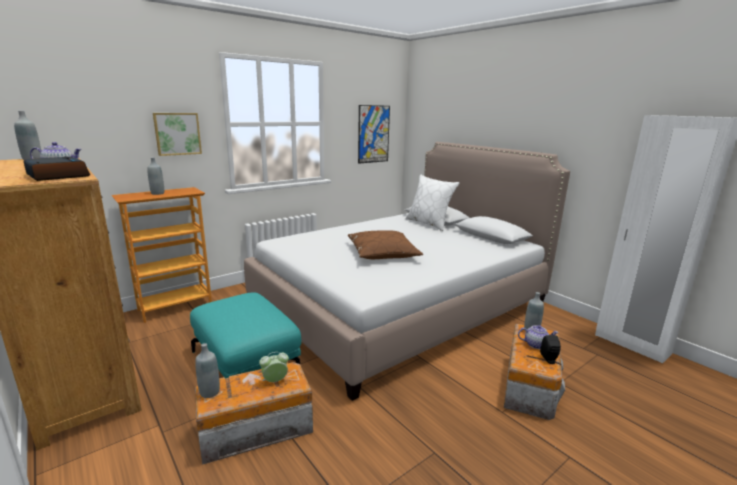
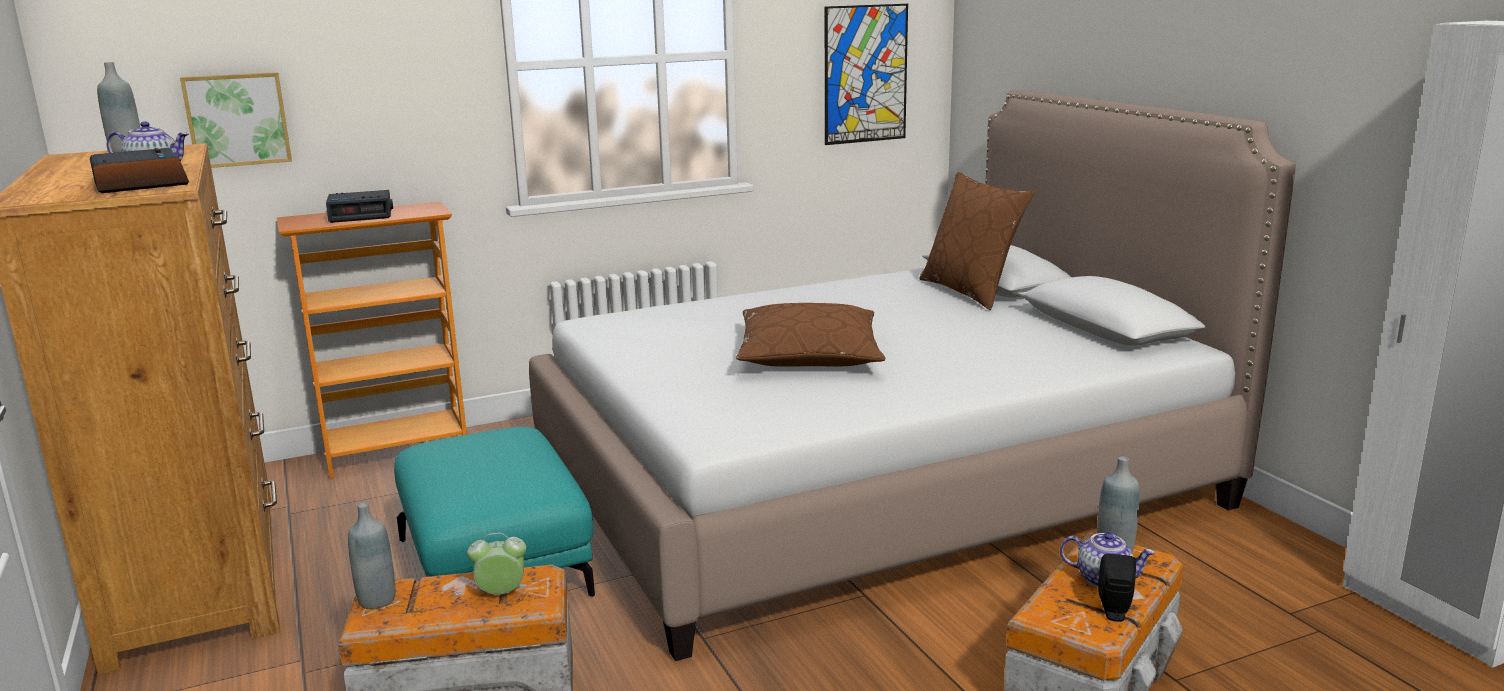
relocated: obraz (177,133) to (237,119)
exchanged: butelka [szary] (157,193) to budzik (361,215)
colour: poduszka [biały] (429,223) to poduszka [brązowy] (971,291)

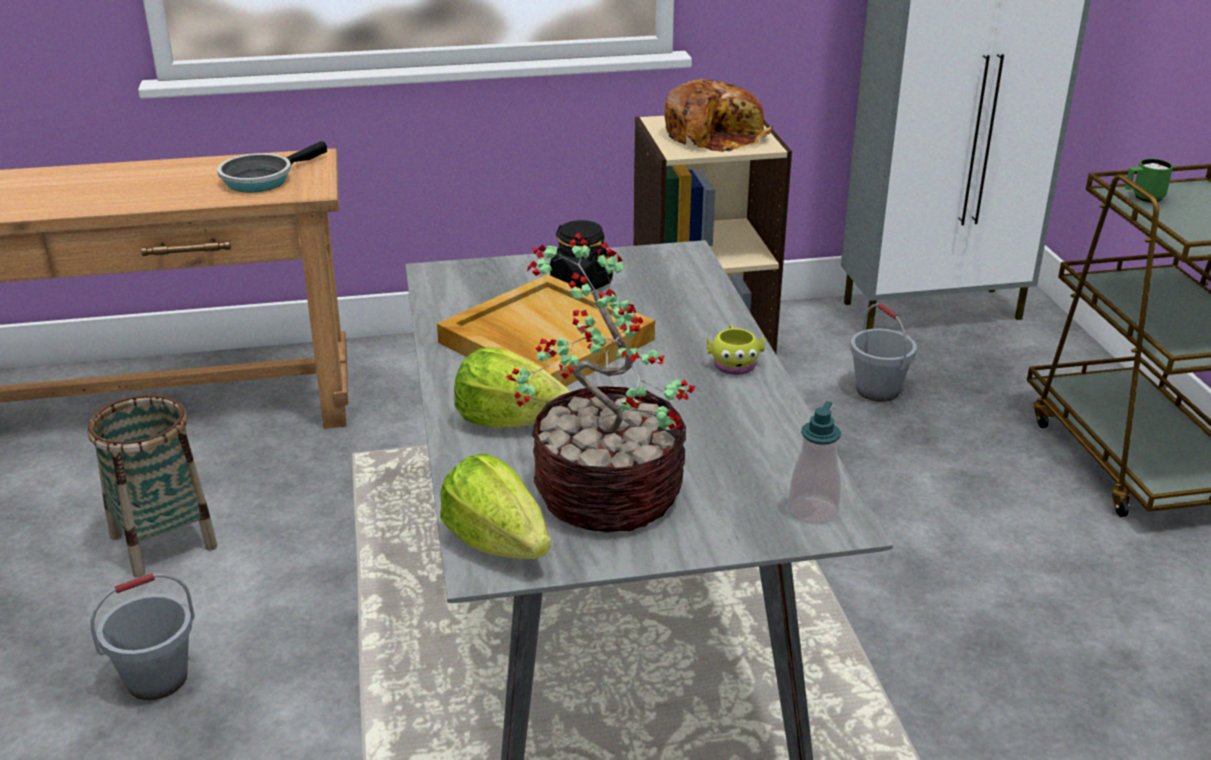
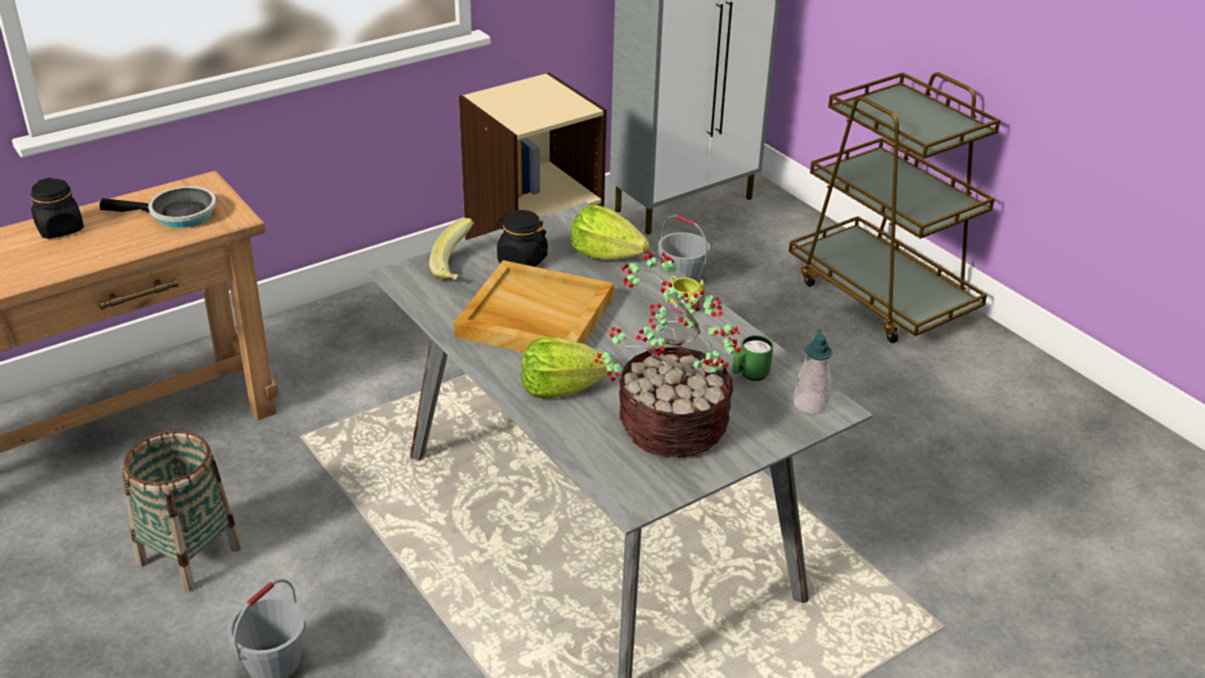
missing: chleb (715,134)
appeared: słoik [czarny] (60,229); banan (457,268)
relocated: sałata (497,542) to (606,255); kubek [zielony] (1143,198) to (749,375)
spun: patelnia (261,179) = (177,215) 105 degrees counterclockwise

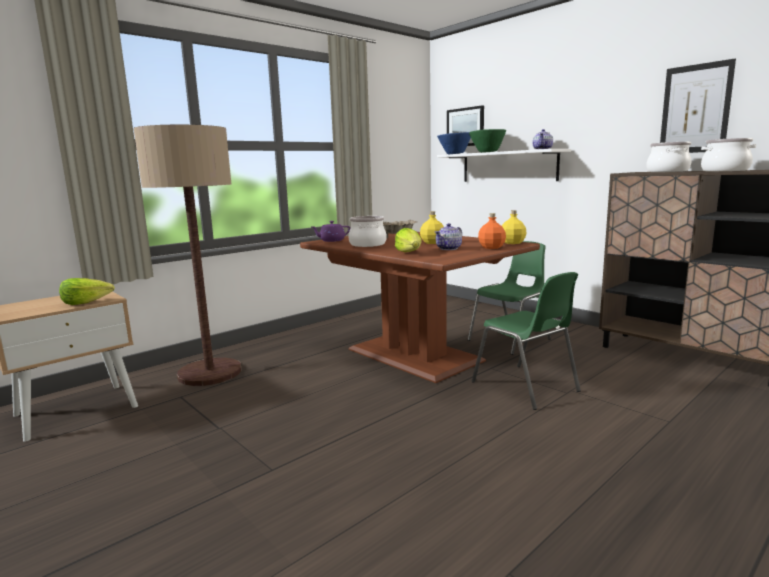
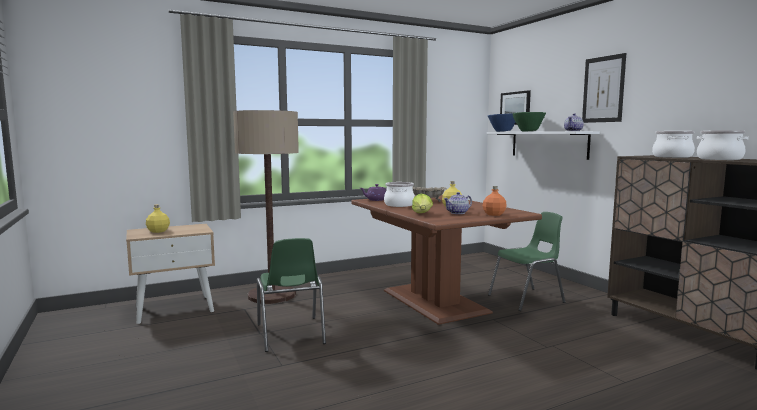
missing: sałata (86,302)
relocated: butelka [żółty] (513,243) to (158,231); krzesło [zielony] (526,387) to (290,334); obraz (695,109) to (603,89)

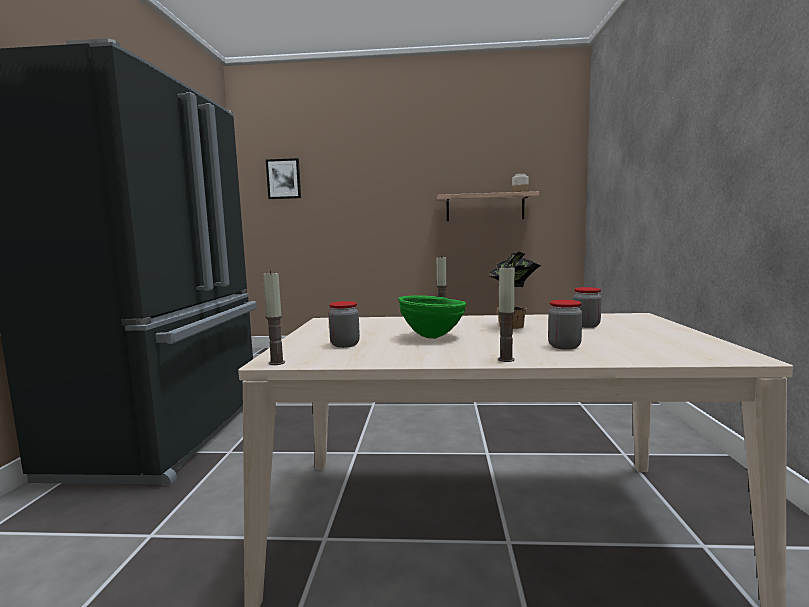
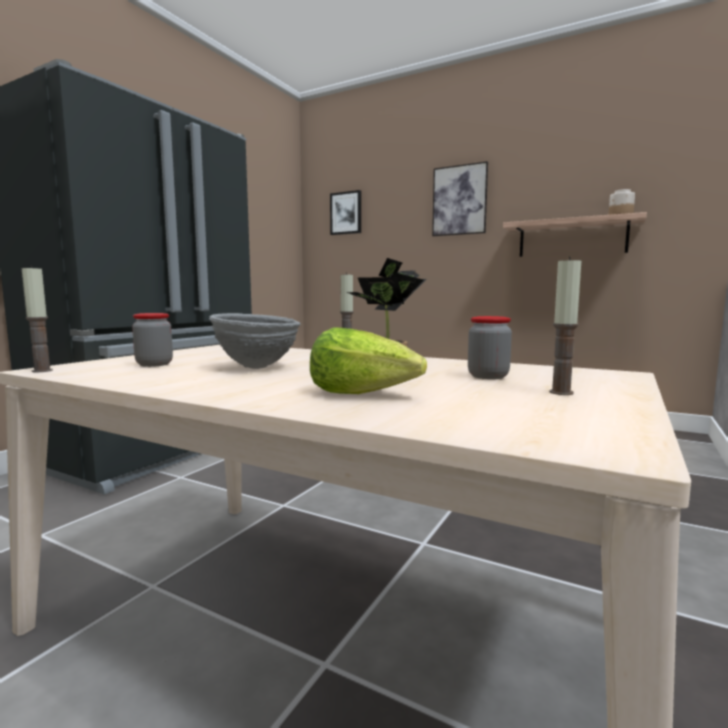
appeared: obraz (459,200)
relocated: świeca (506,359) to (561,392)
exchanged: słoik (564,346) to sałata (363,393)
colour: miska [zielony] (432,337) to miska [szary] (257,367)

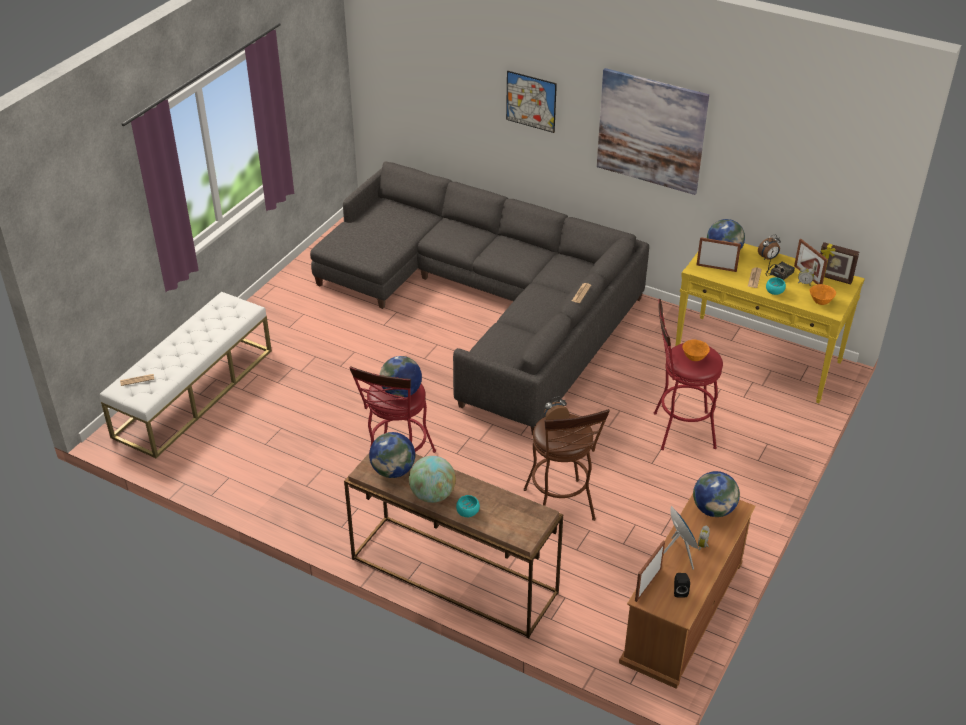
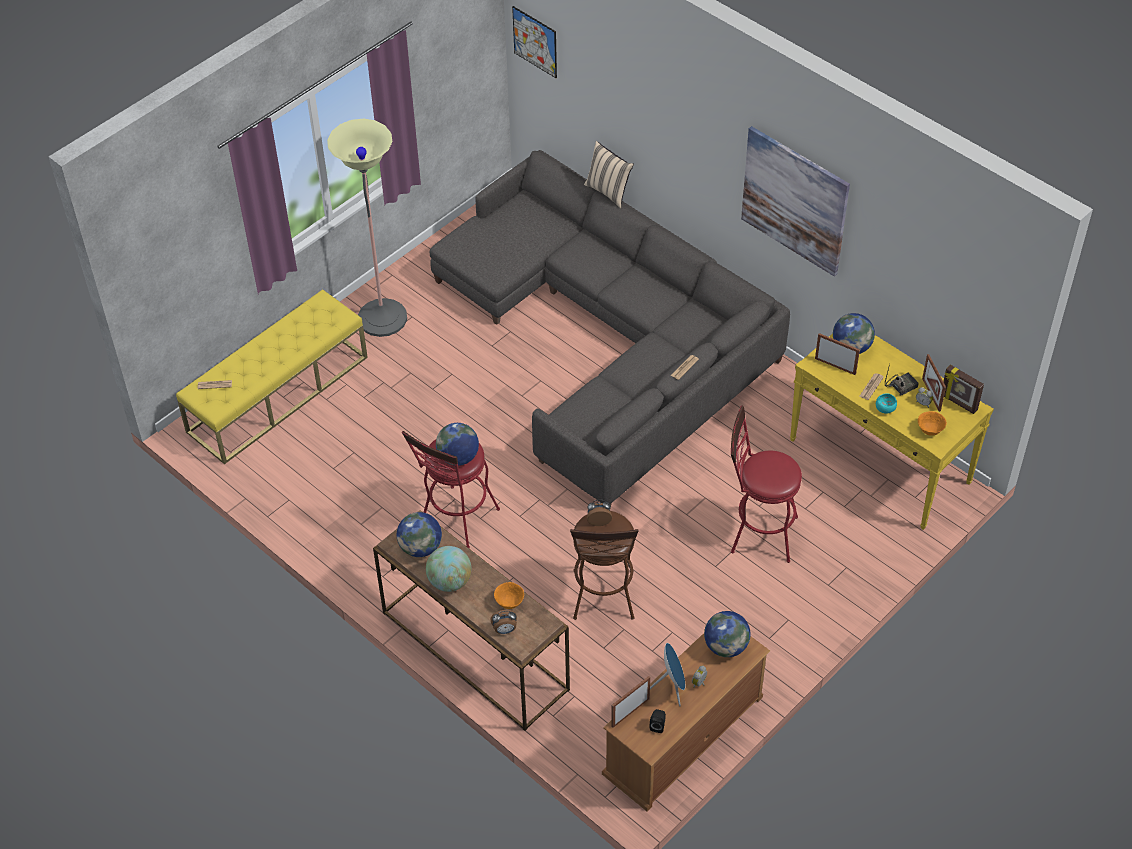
missing: miska [turkusowy] (468,512)
appeared: lampa stojąca (382,318); poduszka [beżowy] (609,191)
relocated: budzik (768,258) to (505,630); miska [pomarańczowy] (694,358) to (509,602); obraz (531,101) to (535,42)
colour: ławka [biały] (194,392) to ławka [żółty] (278,394)

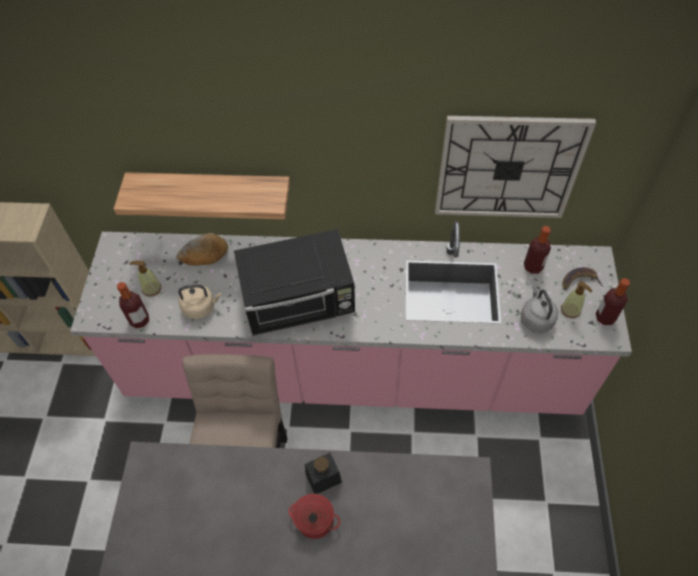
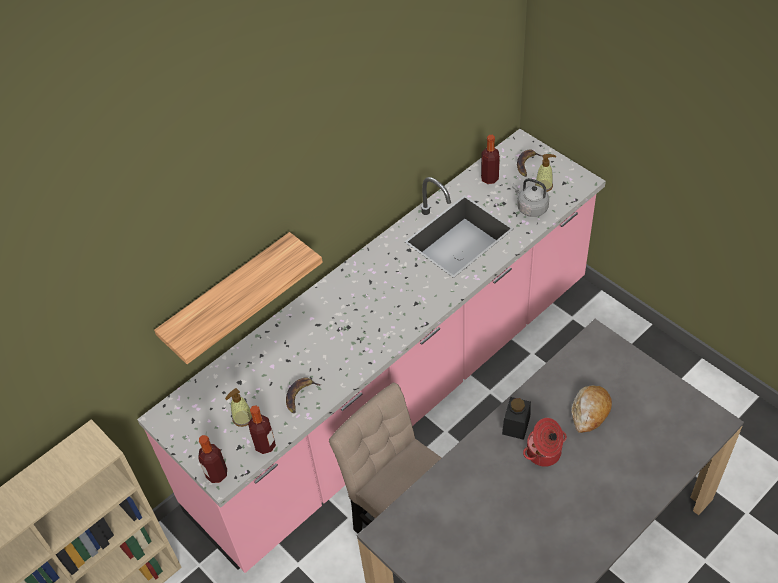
missing: mikrofalówka [czarny] (300,303); zegar ścienny (508,168)
relocated: butelka (605,317) to (217,474); chleb (204,254) to (590,412)
exchanged: czajnik [beżowy] (201,307) to banan (300,395)

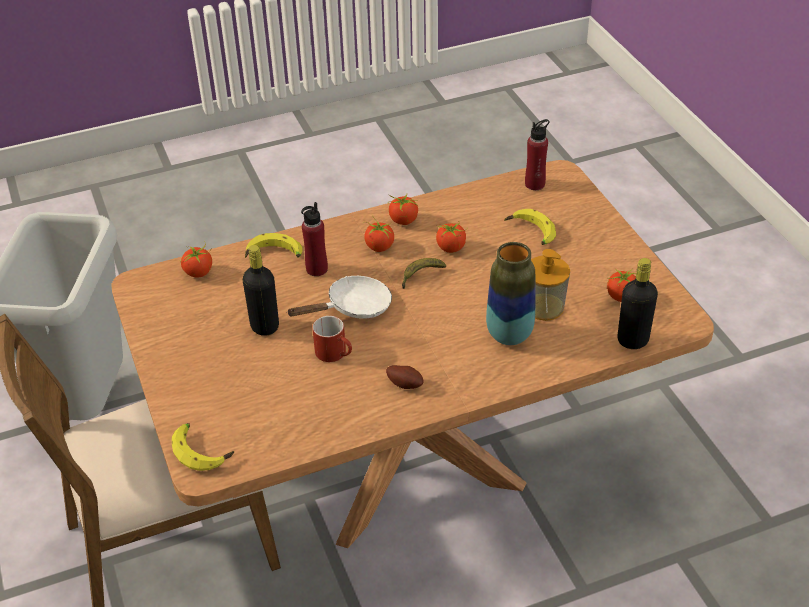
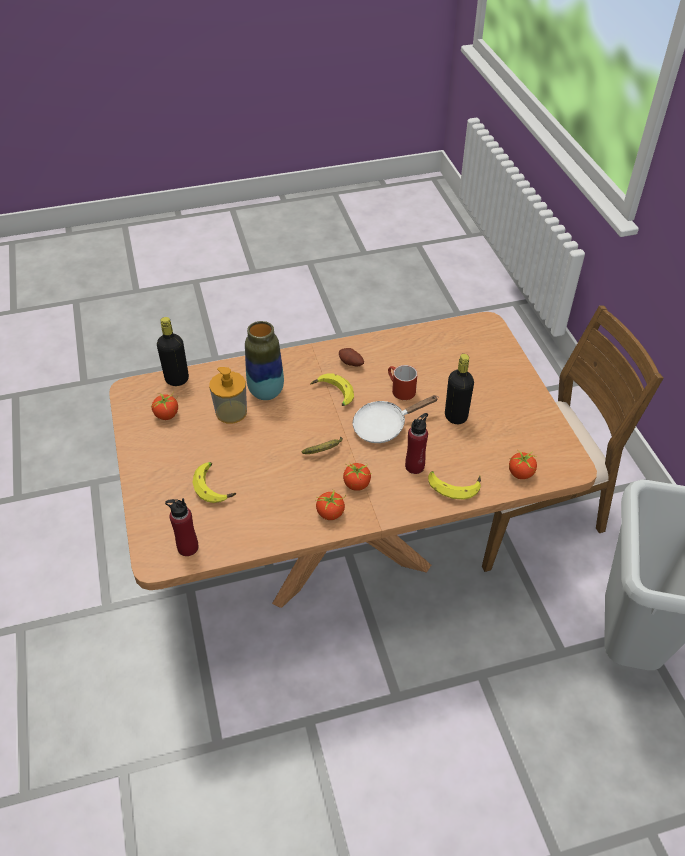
missing: pomidor (451,248)
relocated: banan (202,450) to (332,394)

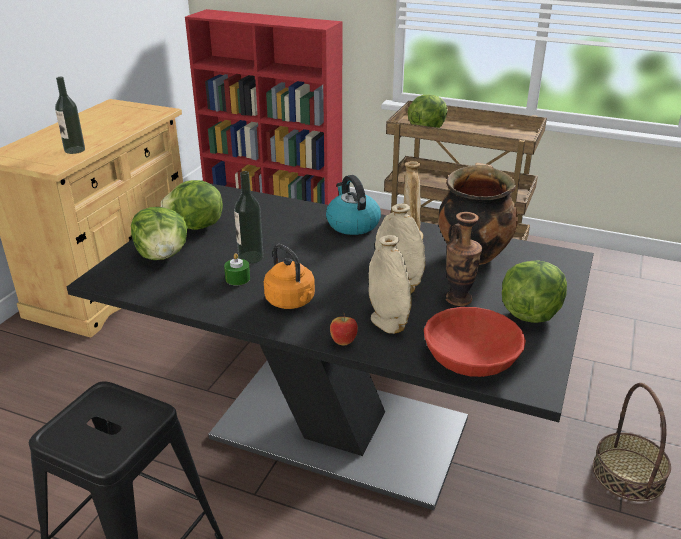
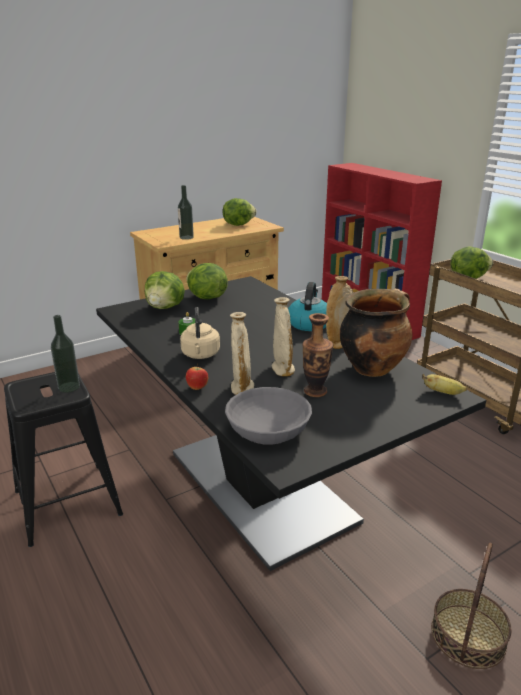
appeared: banan (443,392)
relocated: butelka (251,257) to (69,387); sałata (530,313) to (238,224)
colour: czajnik [pomarańczowy] (292,302) to czajnik [beżowy] (200,355); miska [czerwony] (471,357) to miska [szary] (268,429)

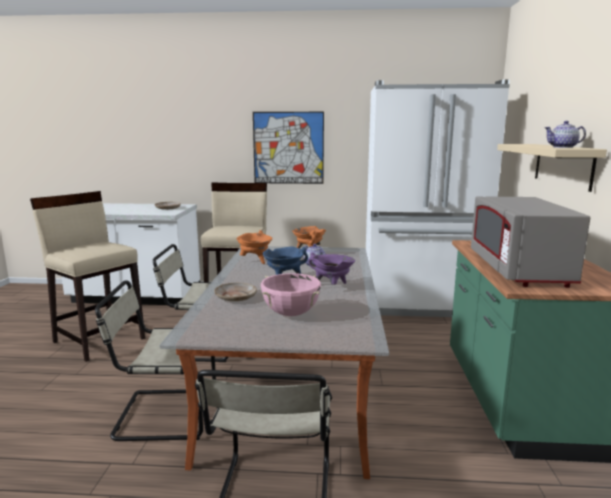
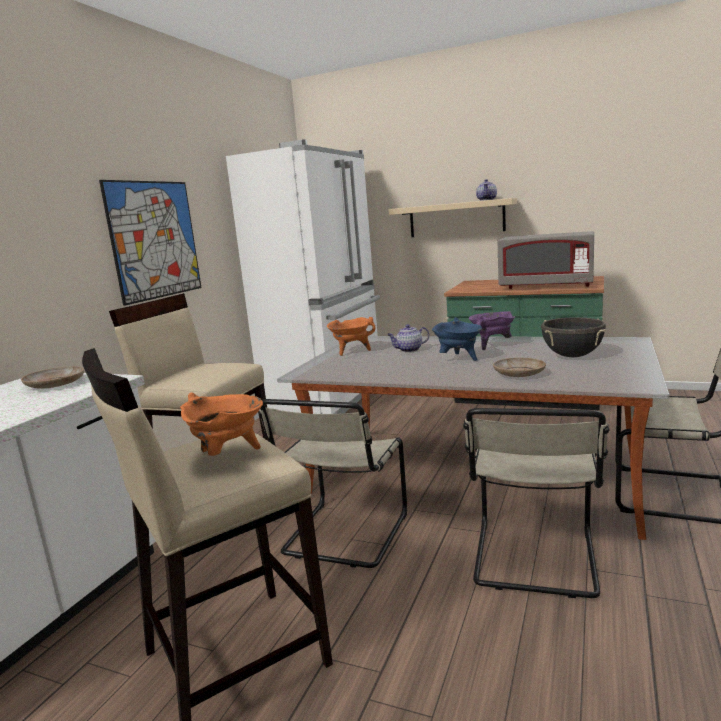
relocated: garnek [pomarańczowy] (255,261) to (228,456)
colour: garnek [różowy] (290,314) to garnek [czarny] (572,356)

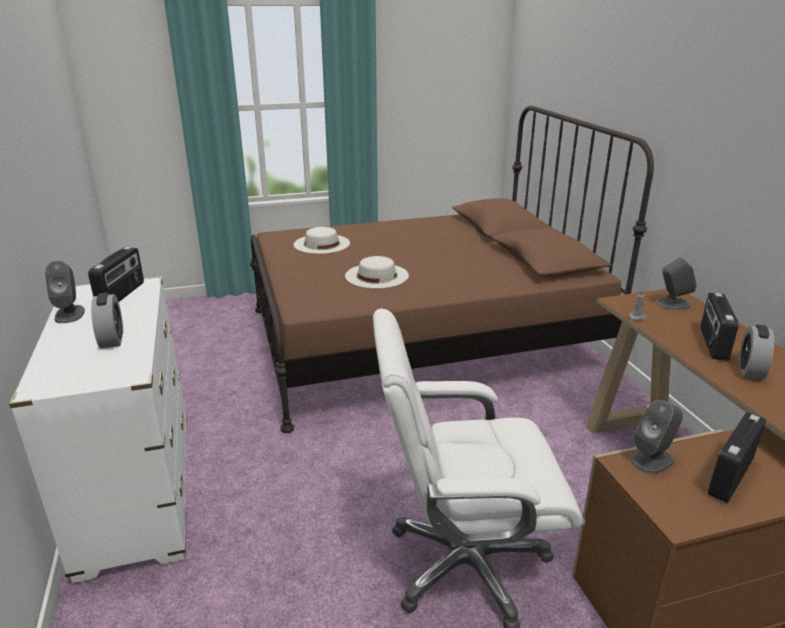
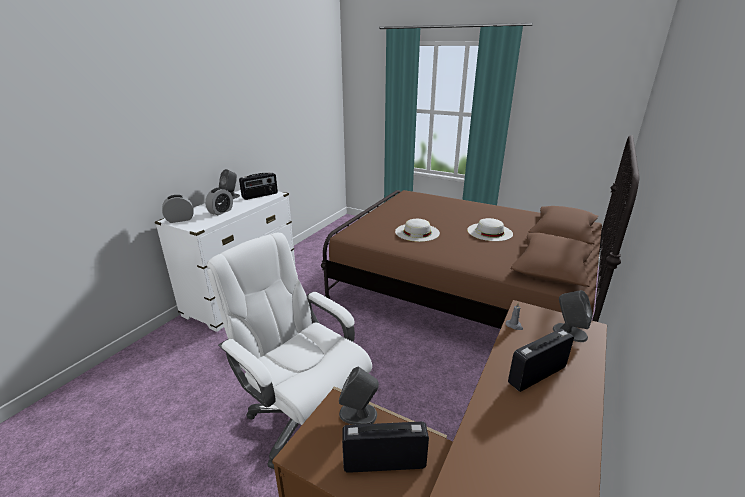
relocated: budzik (750,370) to (180,220); kapelusz [biały] (321,244) to (489,232)

